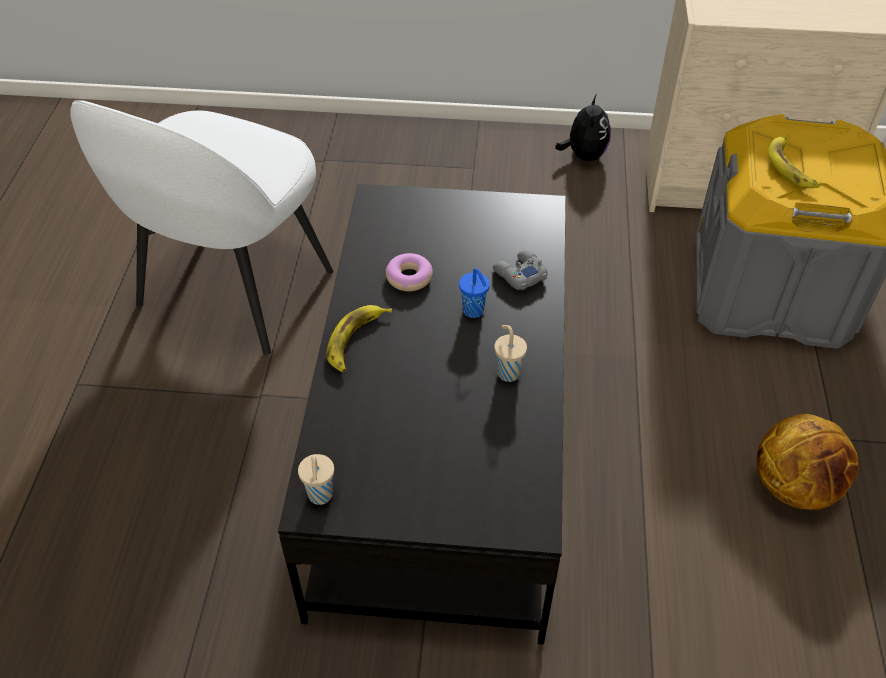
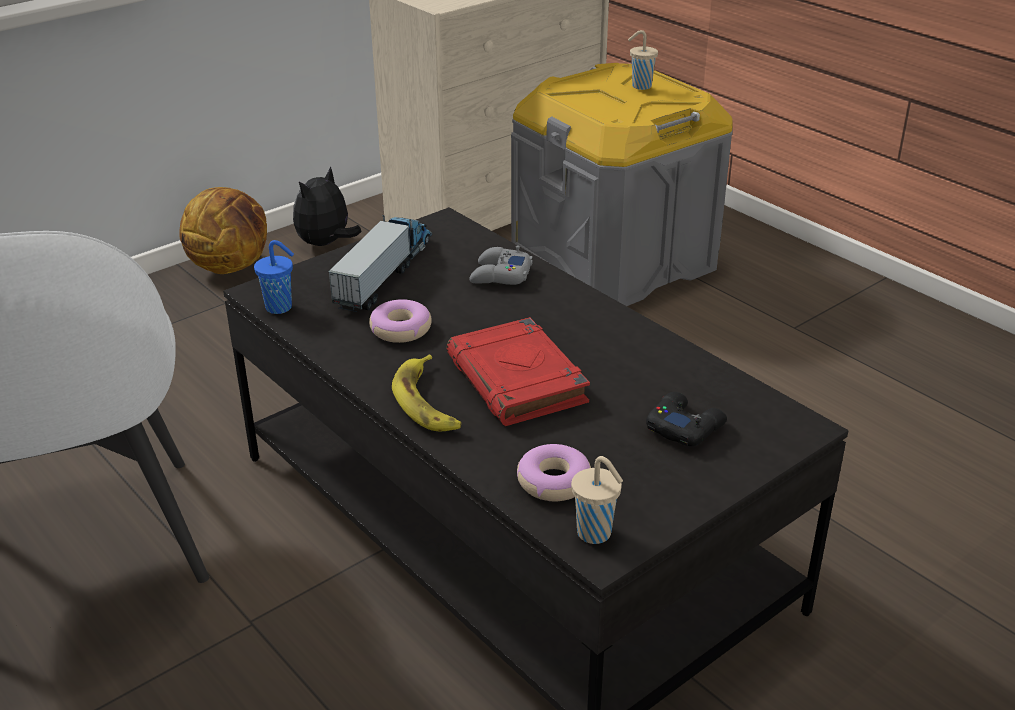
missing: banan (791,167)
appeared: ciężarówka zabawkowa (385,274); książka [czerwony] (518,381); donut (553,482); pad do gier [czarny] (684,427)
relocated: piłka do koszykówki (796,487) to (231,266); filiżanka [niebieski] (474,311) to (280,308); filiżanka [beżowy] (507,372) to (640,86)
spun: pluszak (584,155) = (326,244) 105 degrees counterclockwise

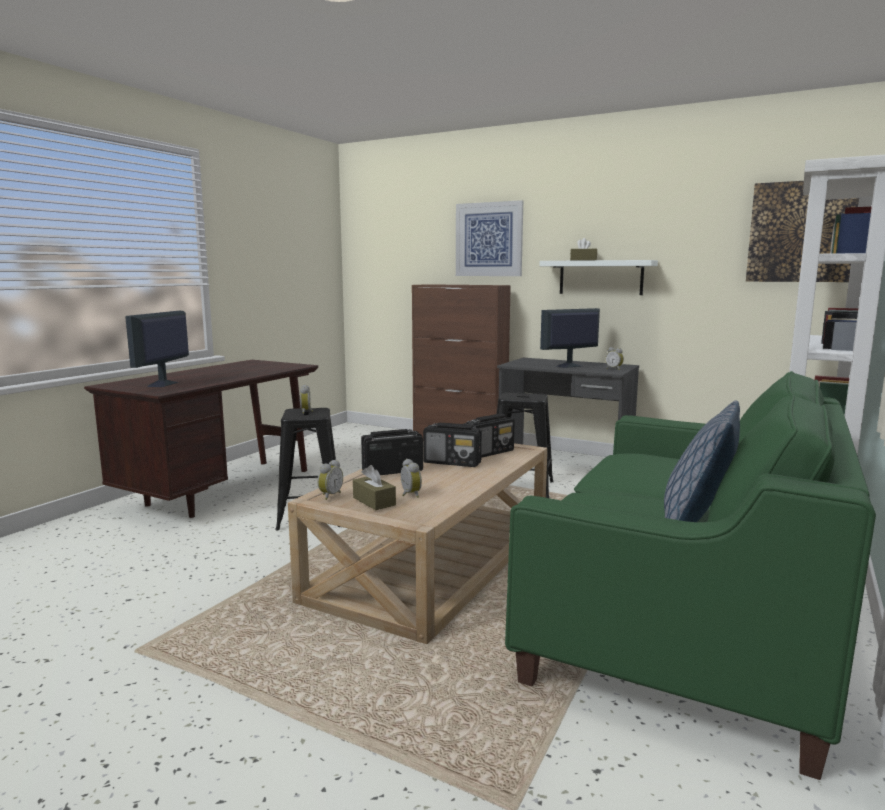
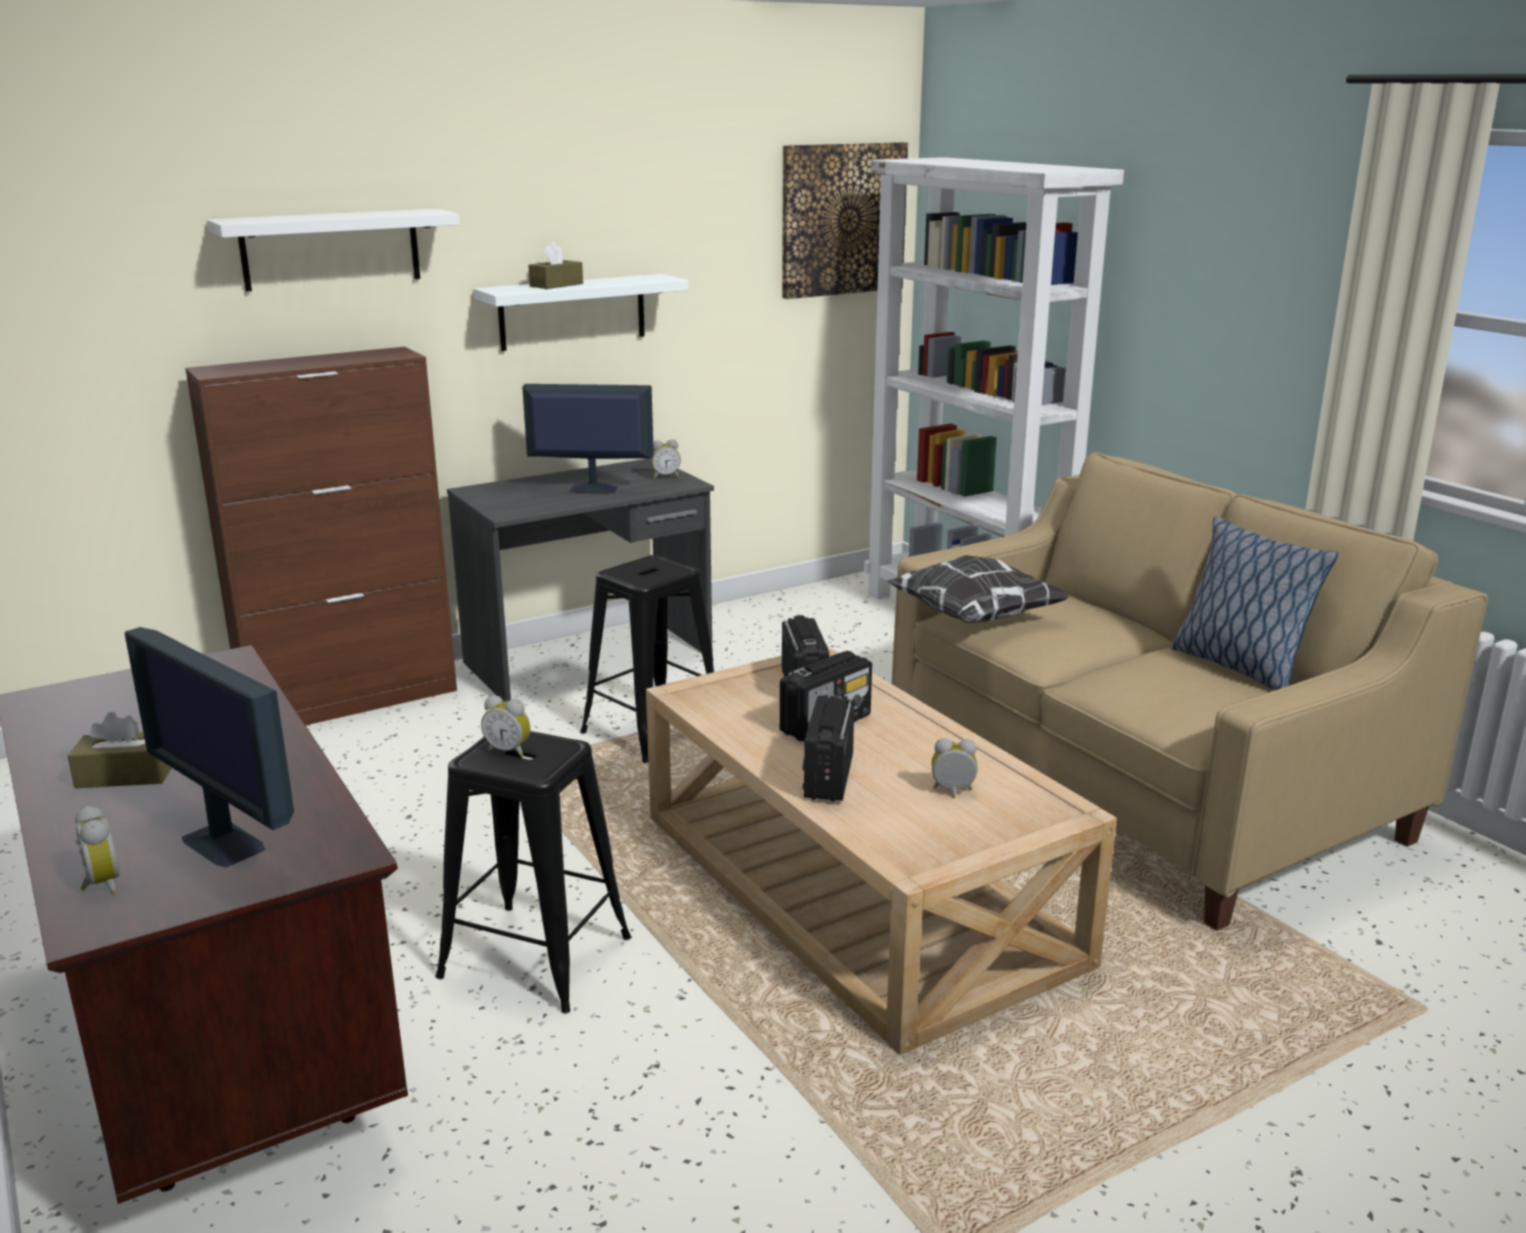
appeared: poduszka (975,617)
relocated: pudełko chusteczek [brązowy] (374,501) to (125,775); budzik (329,495) to (100,885)
exchanged: obraz (489,239) to półka [biały] (331,249)
colour: kanapa [zielony] (686,620) to kanapa [beżowy] (1140,784)
spun: monitor (568,366) = (592,489) 90 degrees clockwise

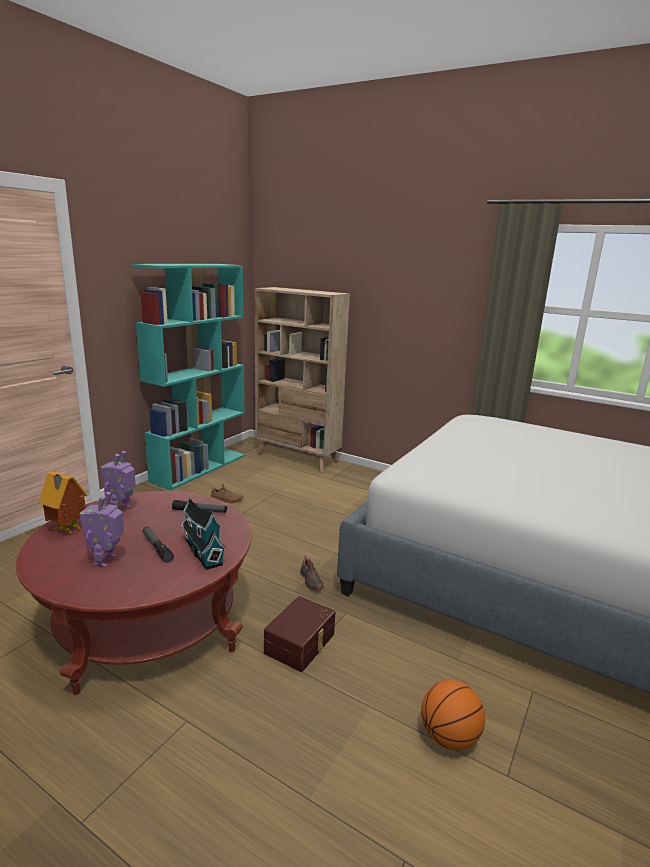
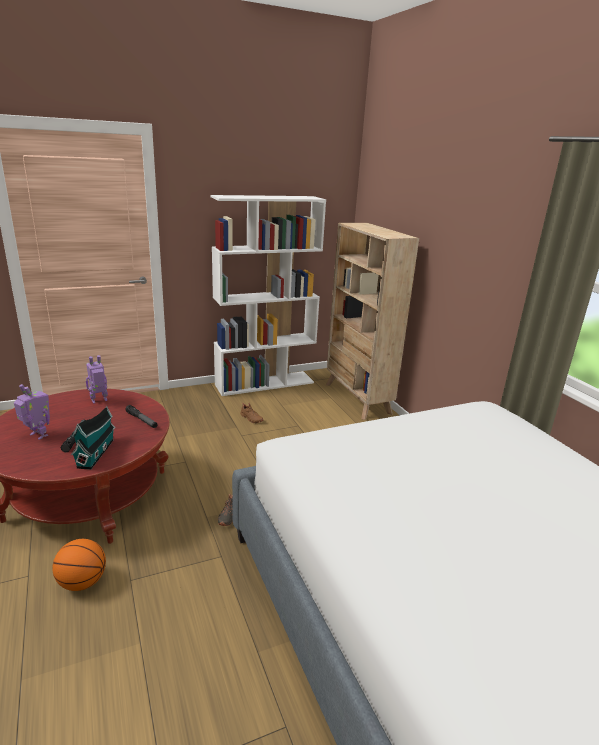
missing: domek (66,530); pojemnik do przechowywania [brązowy] (301,644)
relocated: piłka do koszykówki (449,737) to (82,582)
colour: regał [turkusowy] (199,468) to regał [biały] (265,383)
spun: robot zabawkowy (107,560) = (38,435) 75 degrees clockwise

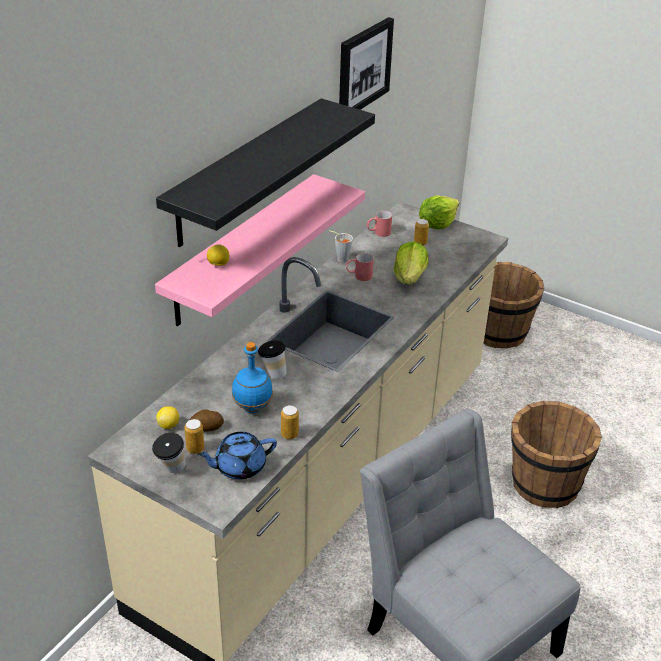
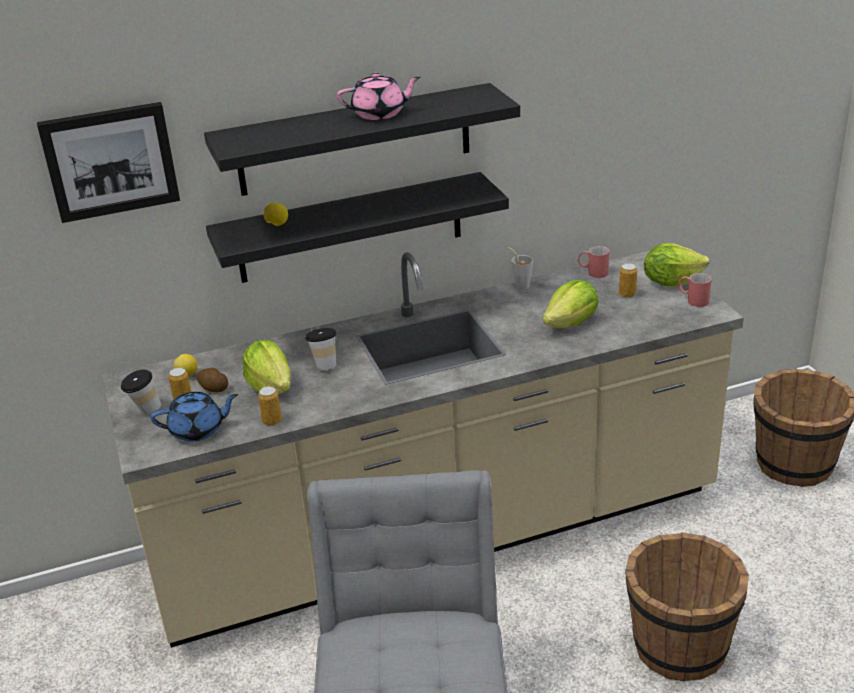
appeared: imbryk [różowy] (380,114)
relocated: obraz (363,67) to (110,161); kubek [czerwony] (359,276) to (693,300)
exchanged: butelka [niebieski] (252,407) to sałata (271,386)
colour: półka [różowy] (242,250) to półka [czarny] (350,228)
spun: imbryk [niebieski] (239,467) = (198,430) 150 degrees clockwise

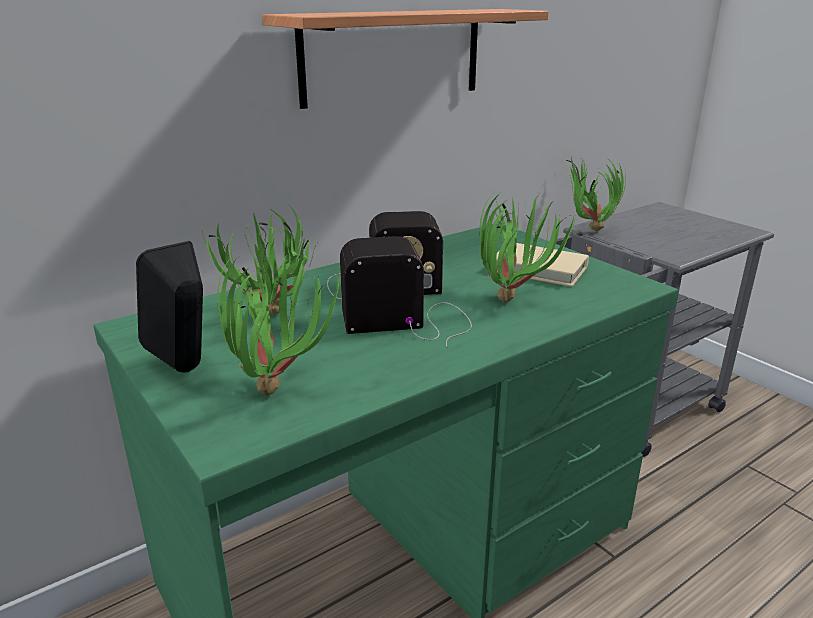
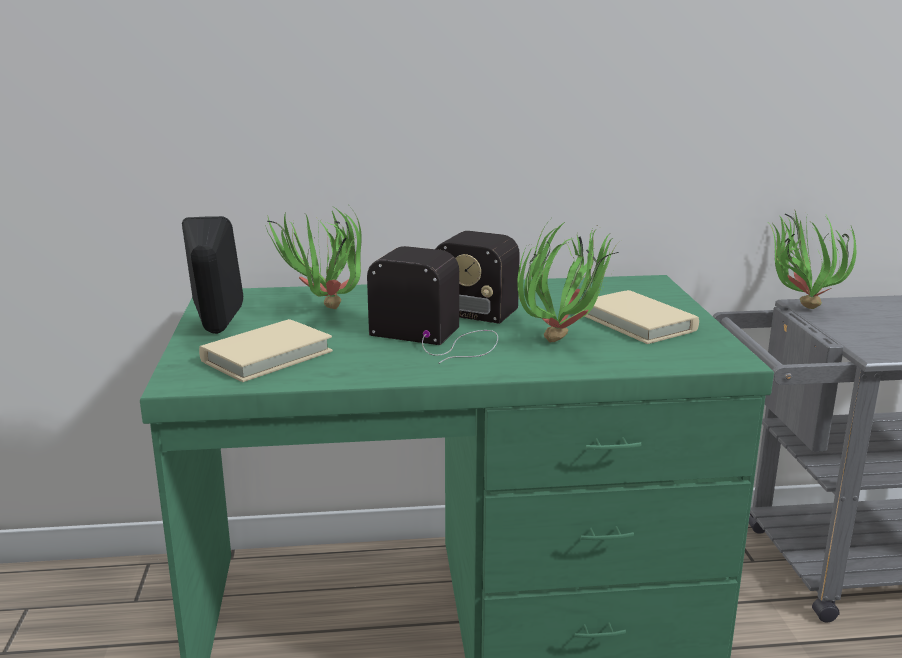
missing: półka (393,56)
exchanged: roślina doniczkowa (278,384) to książka [beżowy] (267,356)

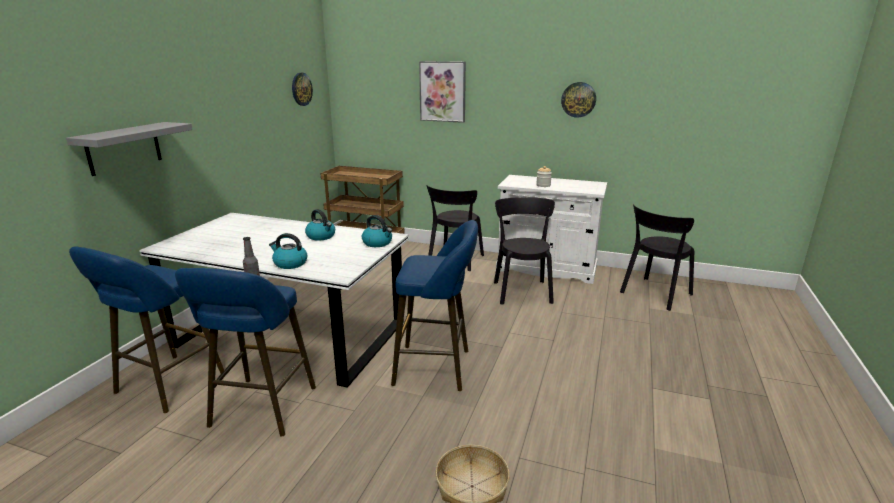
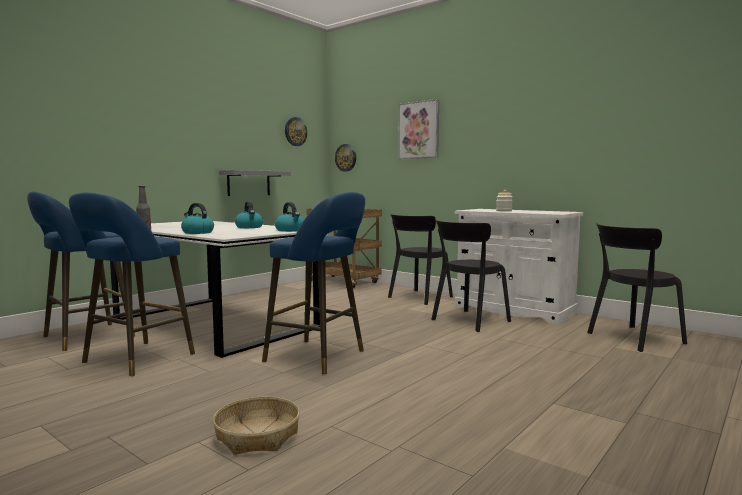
relocated: półka [szary] (124,148) to (248,183); zegar ścienny (578,99) to (346,157)
spun: krzesło [czarny] (522,291) = (468,321) 150 degrees counterclockwise

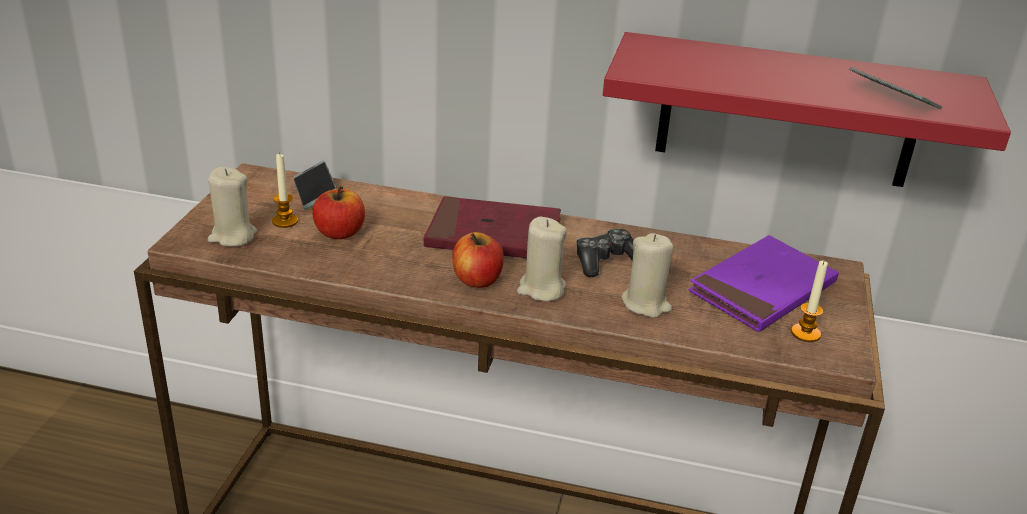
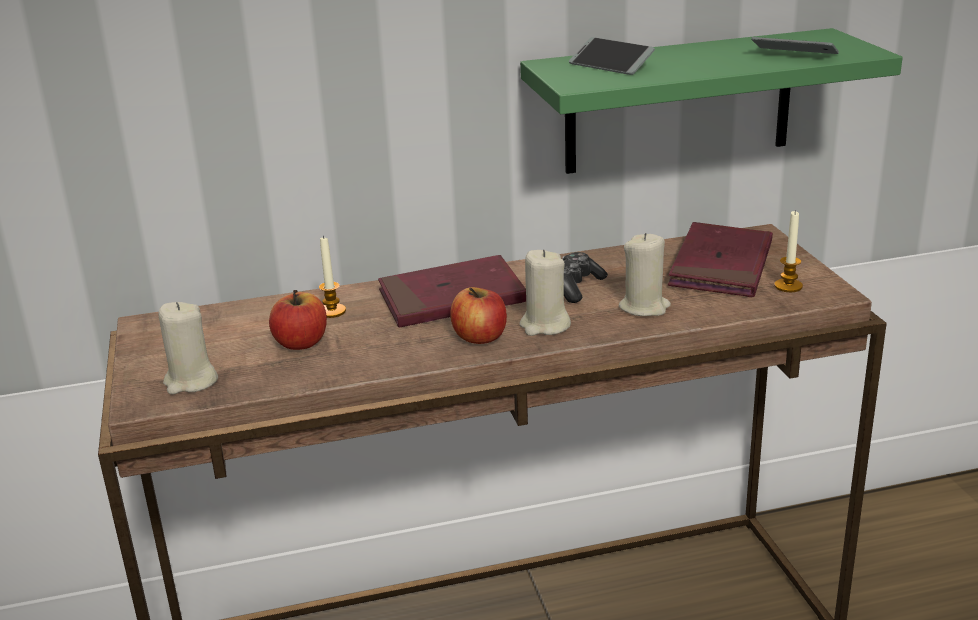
relocated: świeca (285,221) to (332,311); telefon (315,192) to (611,65)
colour: półka [czerwony] (788,111) to półka [zielony] (679,102); książka [fioletowy] (762,289) to książka [czerwony] (721,266)

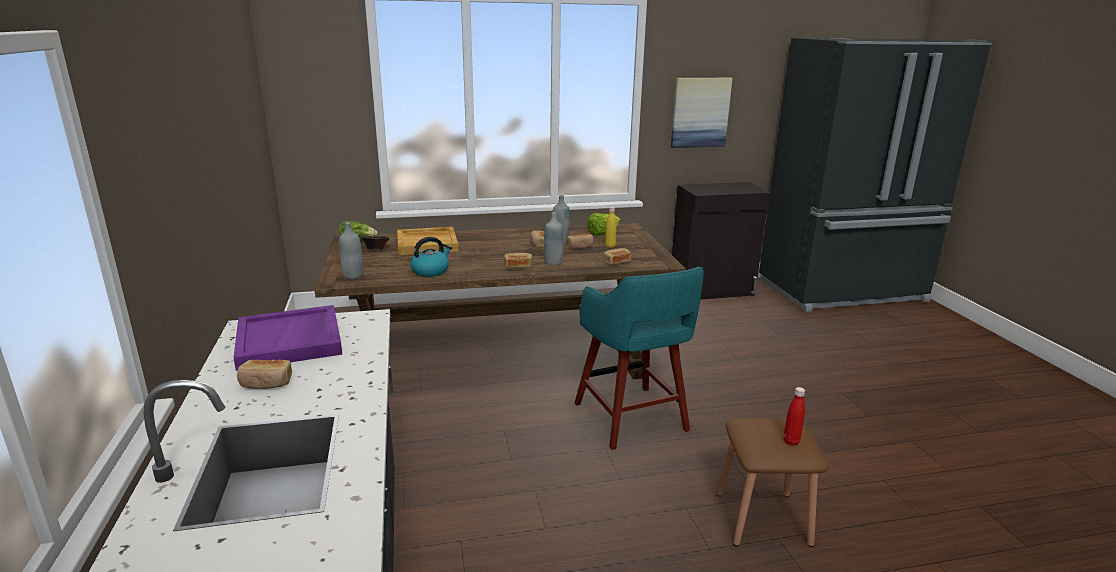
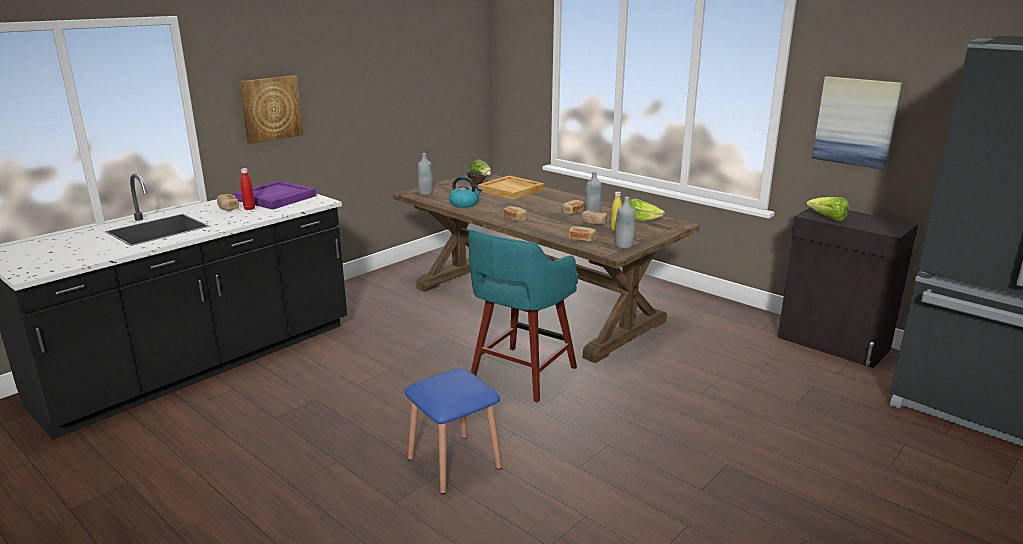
appeared: obraz (271,108); sałata (828,219)
relocated: butelka [czerwony] (791,441) to (249,209); butelka [szary] (553,262) to (624,245)
colour: stołek [brązowy] (762,518) to stołek [niebieski] (454,463)

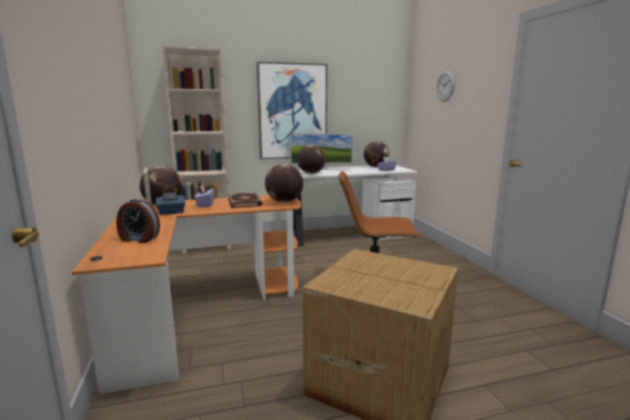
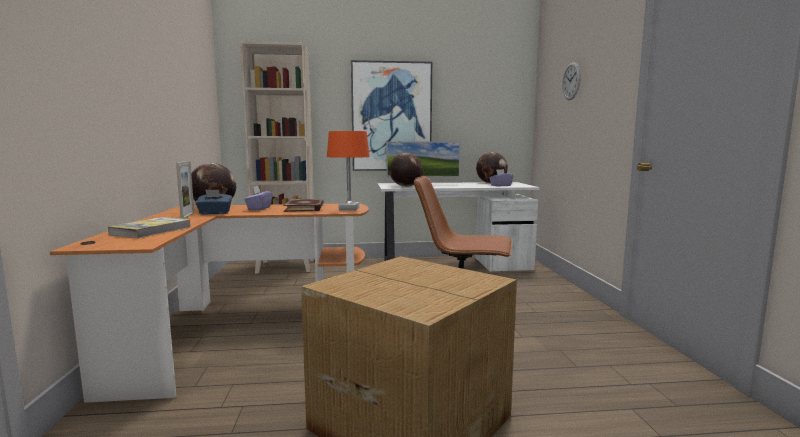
exchanged: budzik (138,239) to książka (151,231); globus (284,202) to lampa stołowa [pomarańczowy] (349,209)

